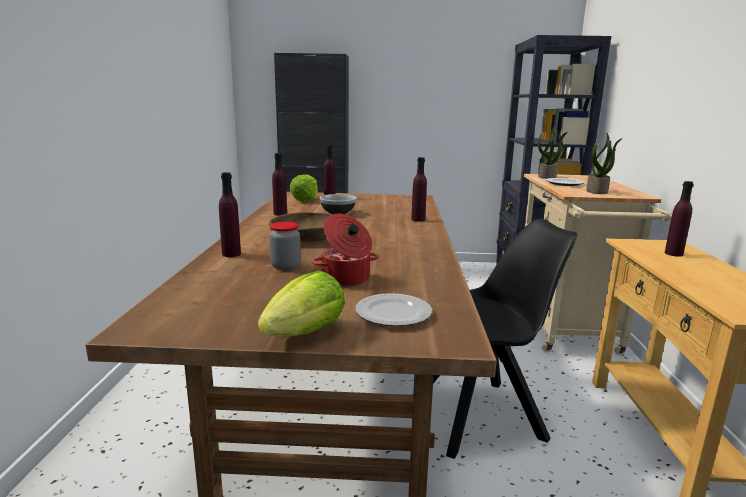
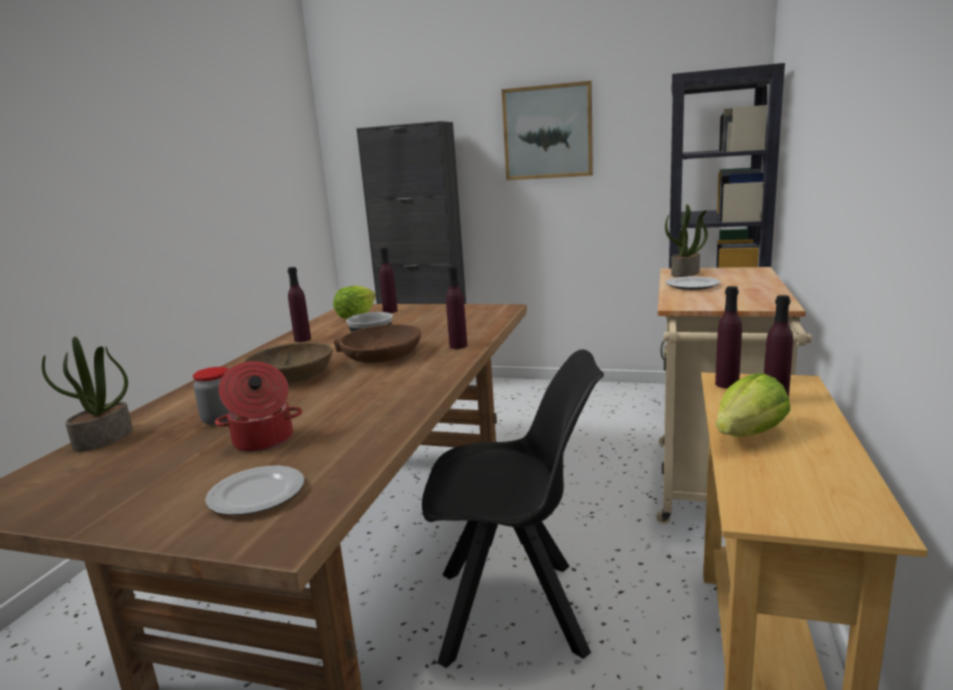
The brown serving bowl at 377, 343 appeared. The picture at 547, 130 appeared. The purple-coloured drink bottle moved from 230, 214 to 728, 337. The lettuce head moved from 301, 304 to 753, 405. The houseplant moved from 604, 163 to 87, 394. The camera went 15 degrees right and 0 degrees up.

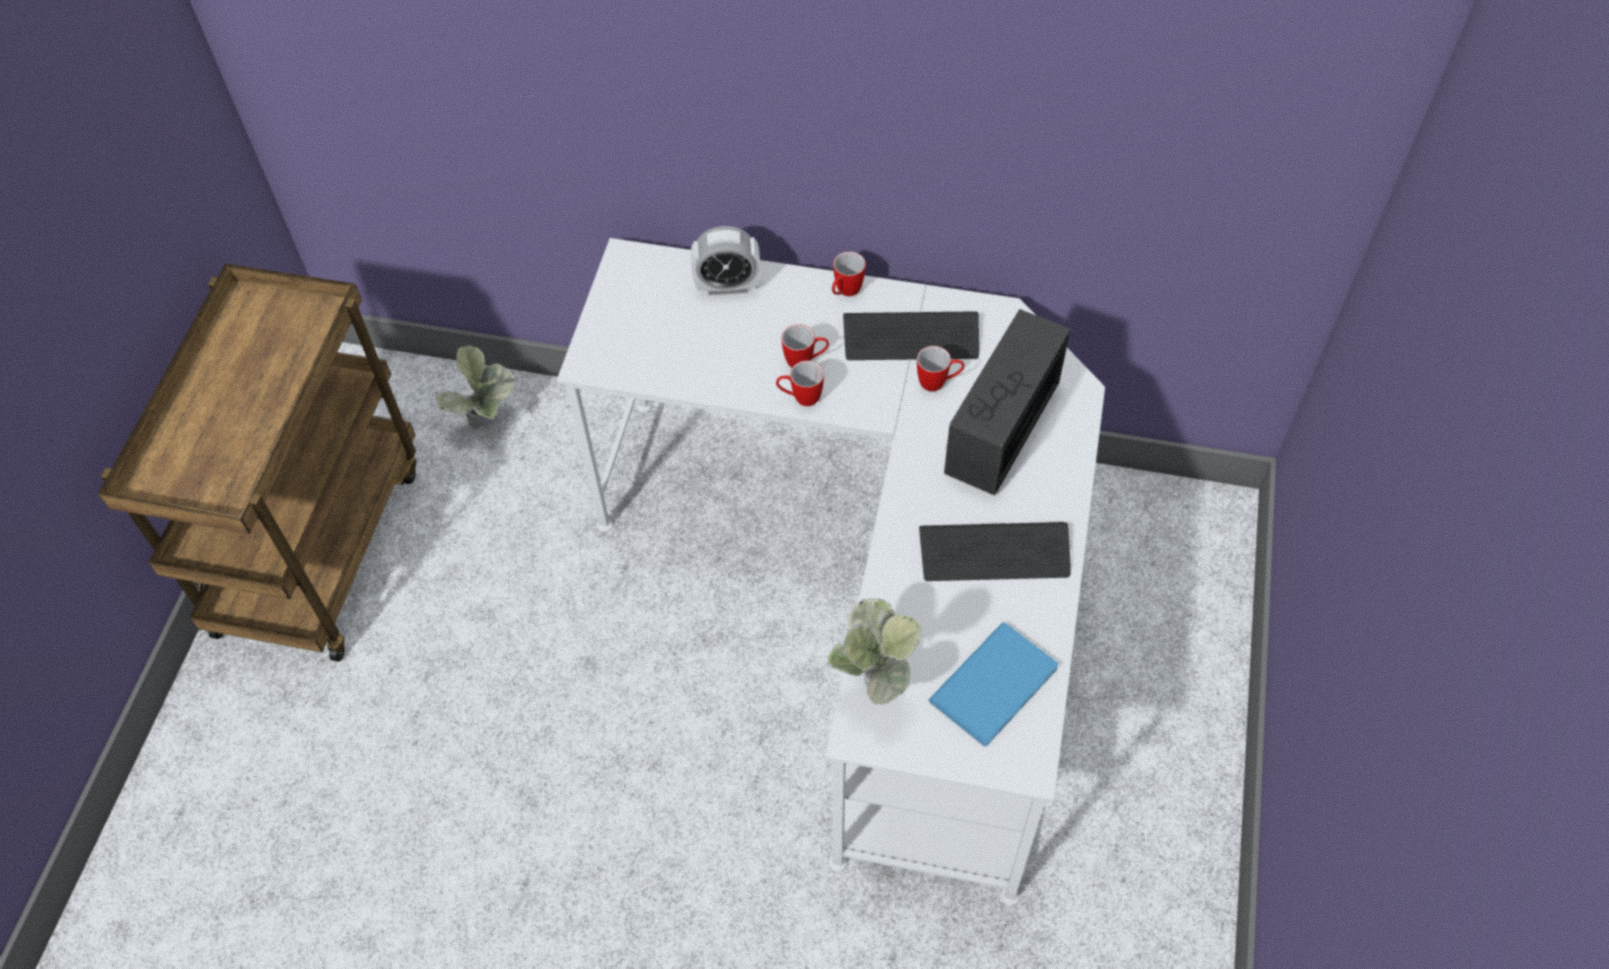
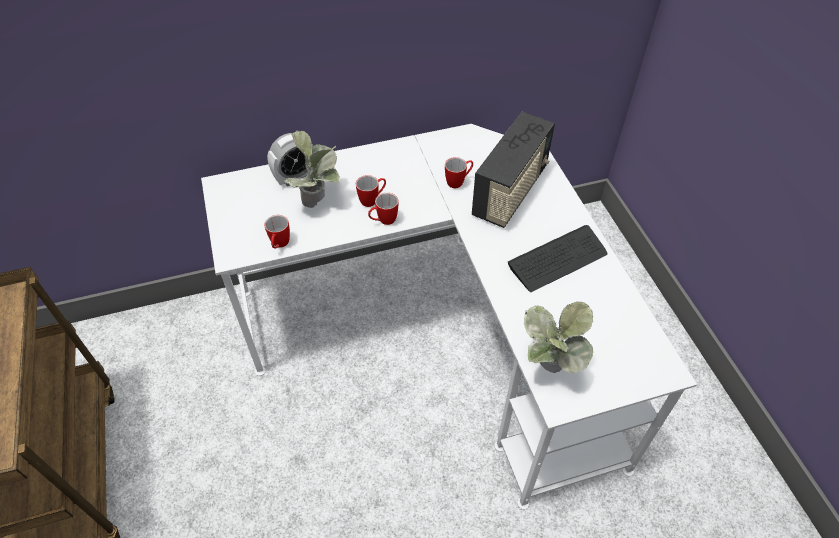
The keyboard at 911, 335 disappeared. The blue bound book at 993, 684 disappeared. The houseplant moved from 475, 387 to 312, 169. The tea mug moved from 849, 274 to 277, 232. The radio at 1007, 402 turned 150 degrees counterclockwise. The camera went 30 degrees left and 5 degrees down.

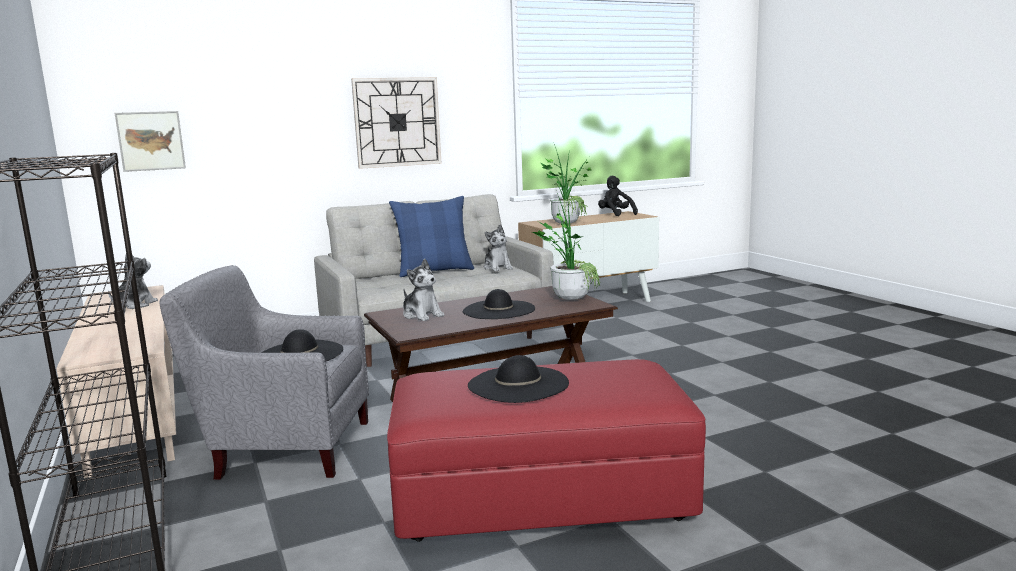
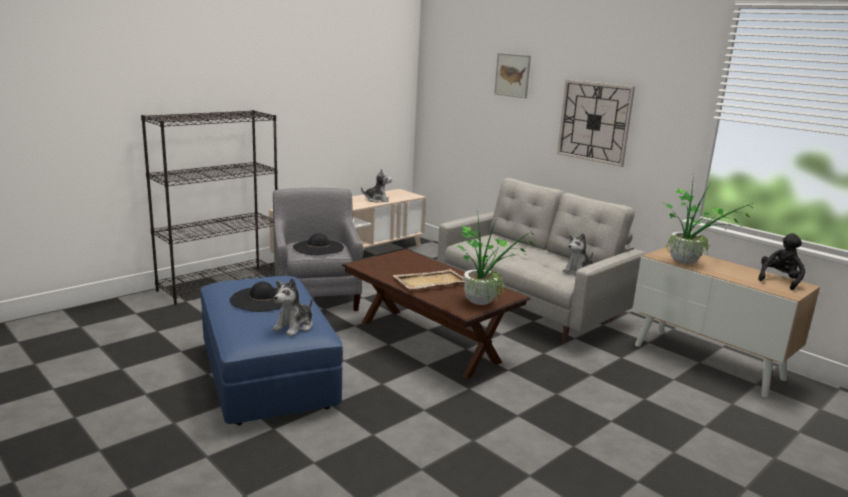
The blue cushion at 431, 236 disappeared. The picture moved from 150, 141 to 512, 75. The cuddly toy moved from 423, 290 to 293, 307. The black-coloured hat at 499, 304 was replaced by the sand-coloured tray at 428, 279. The red footrest at 546, 450 became the blue footrest at 272, 350. The camera went 70 degrees right and 5 degrees up.

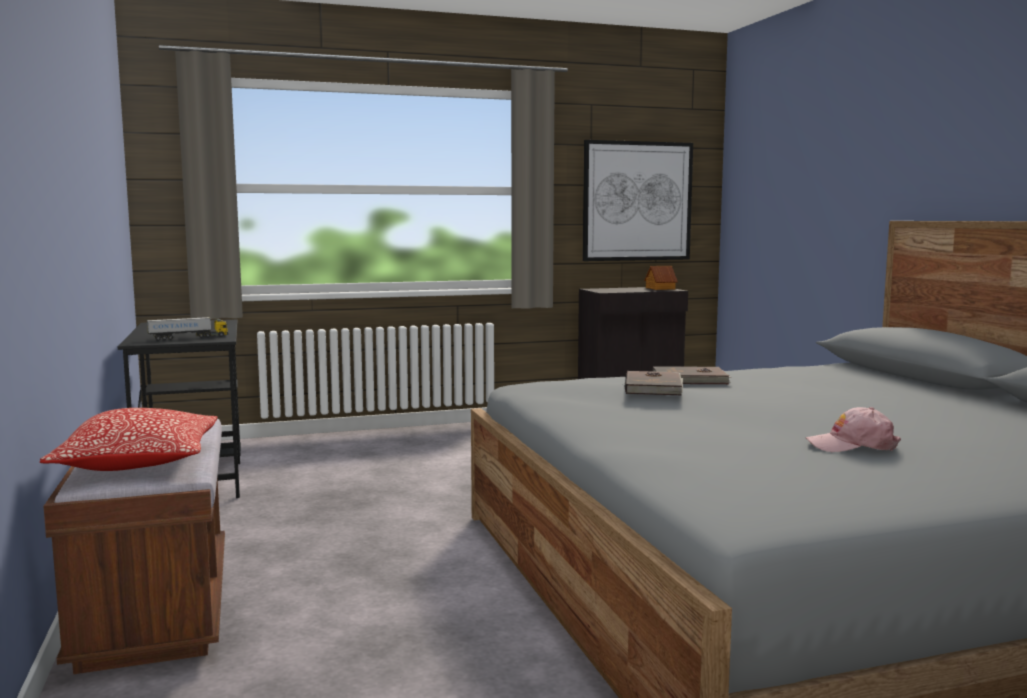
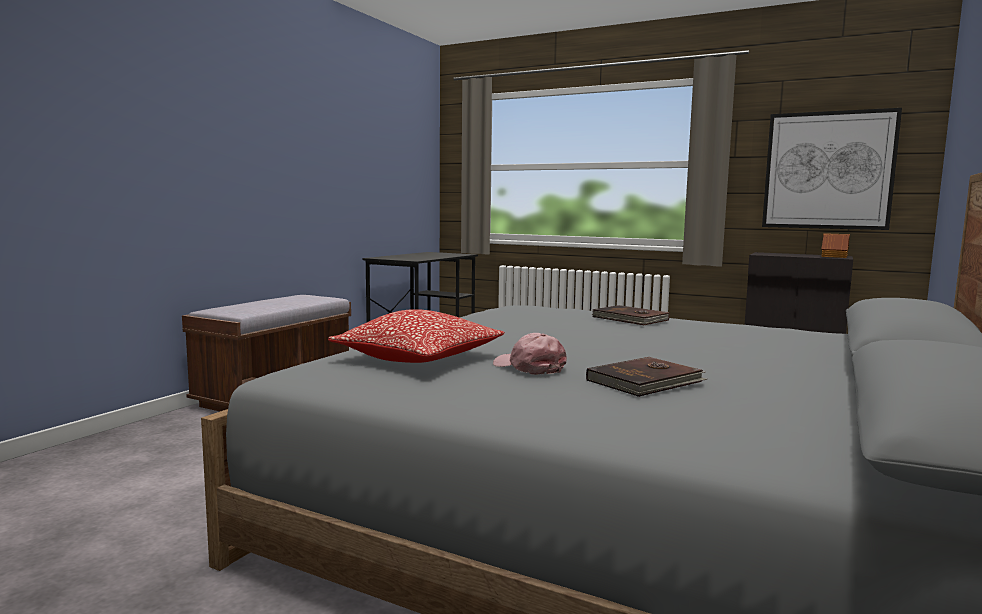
The model truck at 187, 328 disappeared. The cushion moved from 128, 439 to 416, 336. The brown bound book moved from 653, 383 to 646, 377. The camera went 45 degrees right and 0 degrees up.

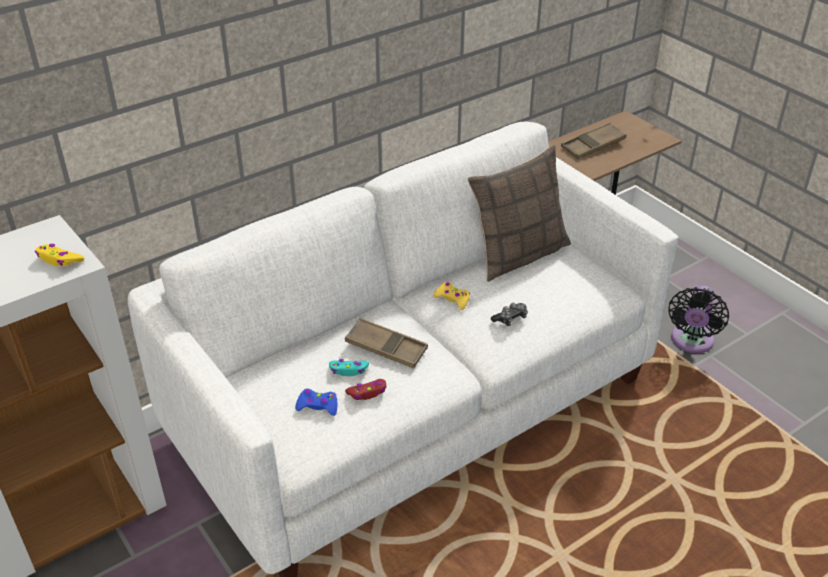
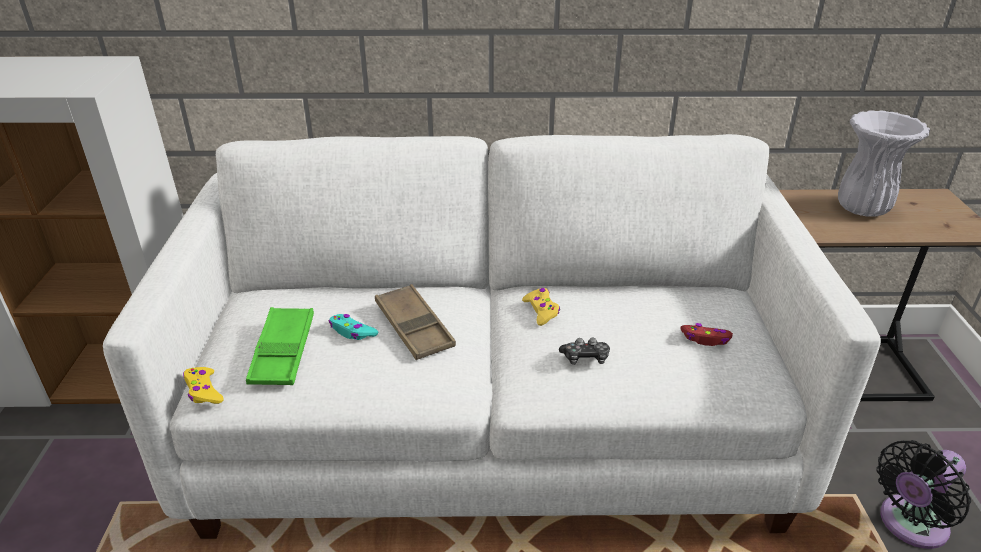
The cushion at 519, 213 disappeared. The yellowish gamepad moved from 59, 255 to 203, 385. The red gamepad moved from 365, 389 to 706, 334. The blue gamepad at 316, 402 was replaced by the green tray at 280, 346. The brown tray at 594, 140 was replaced by the white decorative vase at 884, 163. The camera went 35 degrees right and 5 degrees down.

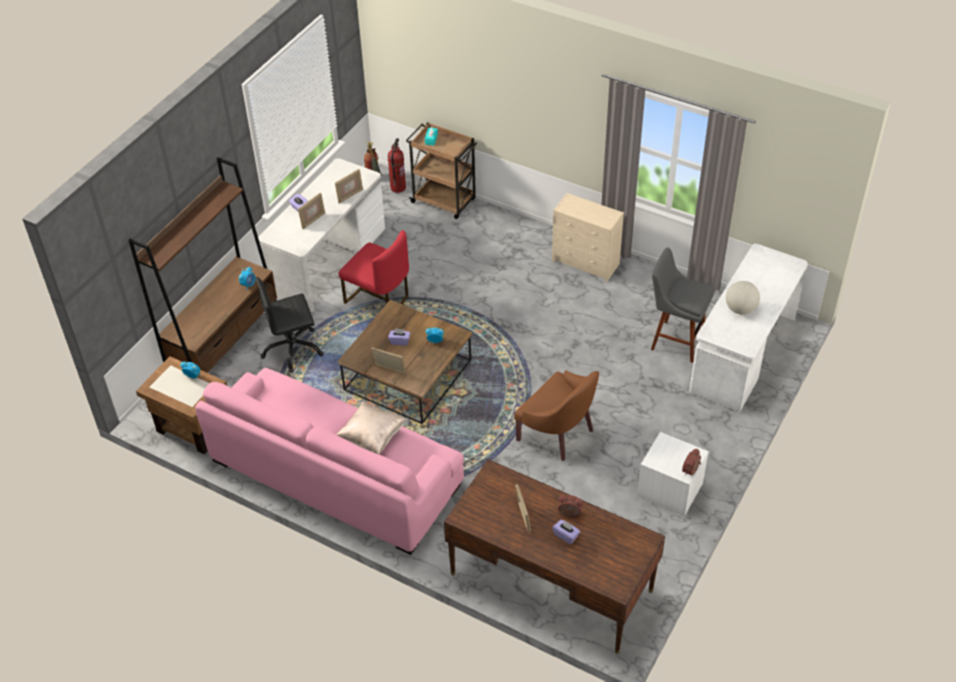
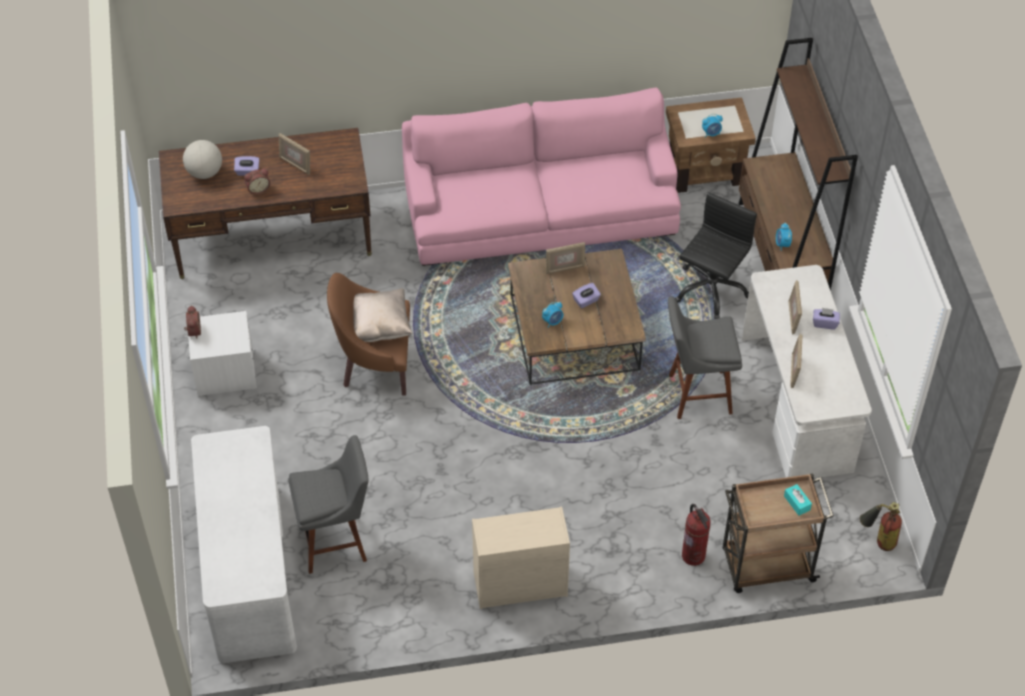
The sand-coloured cushion moved from 371, 427 to 383, 315. The fire-fighting cylinder moved from 397, 165 to 696, 535. The world globe moved from 743, 298 to 202, 159. The red plain chair at 374, 267 was replaced by the grey sitting stool at 705, 358. The camera went 140 degrees right and 5 degrees up.

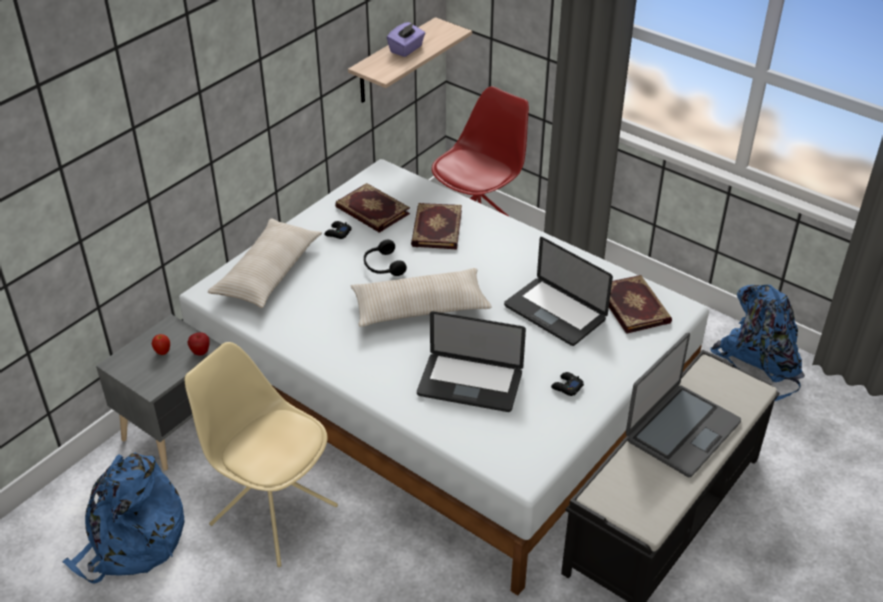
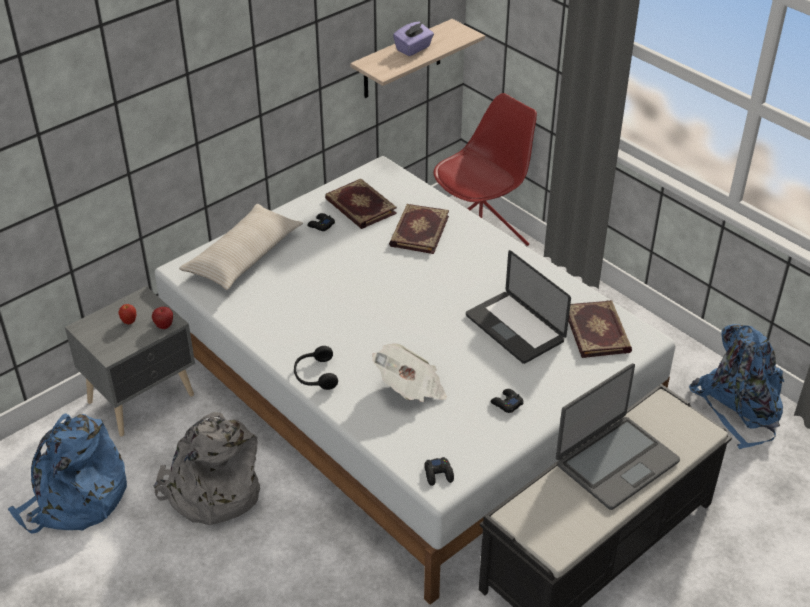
The sand-coloured cushion at 421, 297 disappeared. The black-coloured gamepad at 439, 471 appeared. The black-coloured headset moved from 385, 258 to 316, 368. The sand-coloured plain chair at 261, 454 was replaced by the grey backpack at 207, 468. The portable computer at 471, 361 was replaced by the printed paper at 409, 373. The camera went 10 degrees right and 0 degrees up.

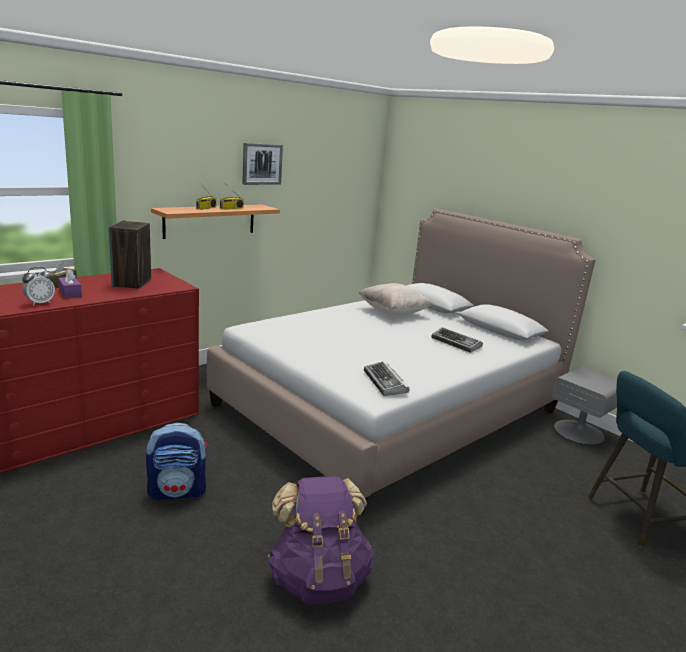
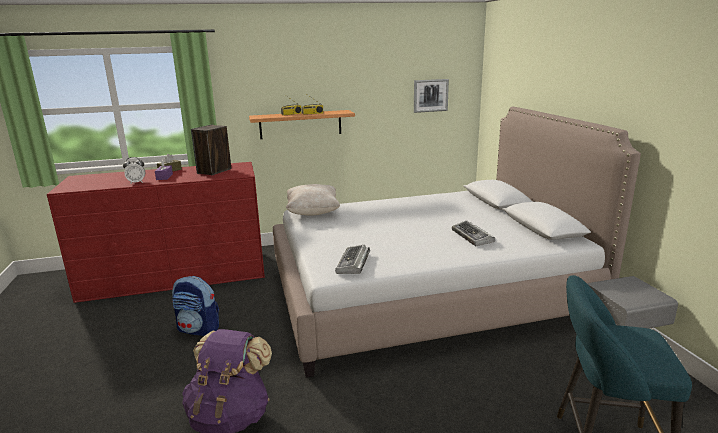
The picture moved from 262, 164 to 431, 96. The sand-coloured cushion moved from 395, 299 to 313, 200. The camera went 30 degrees right and 0 degrees up.

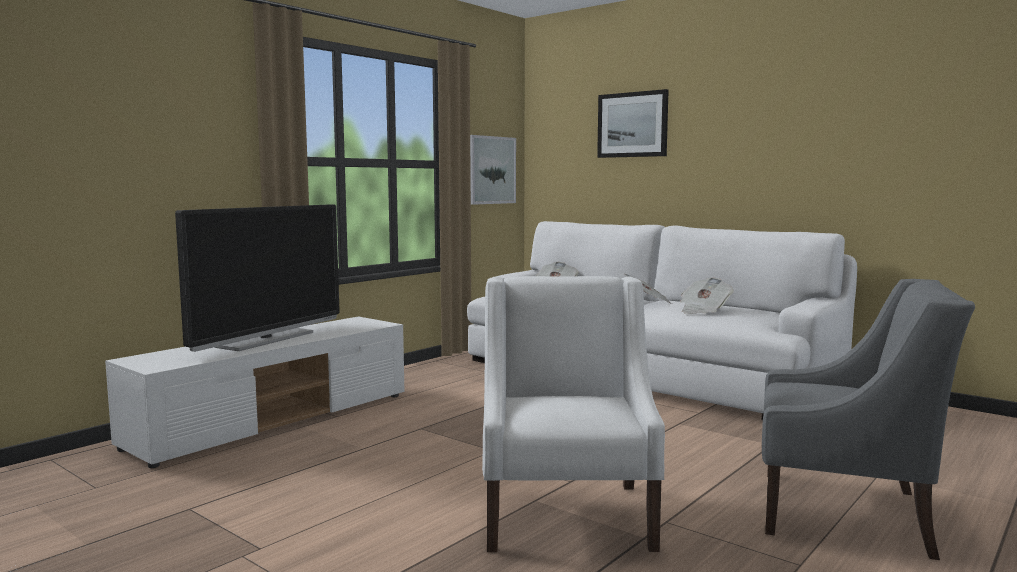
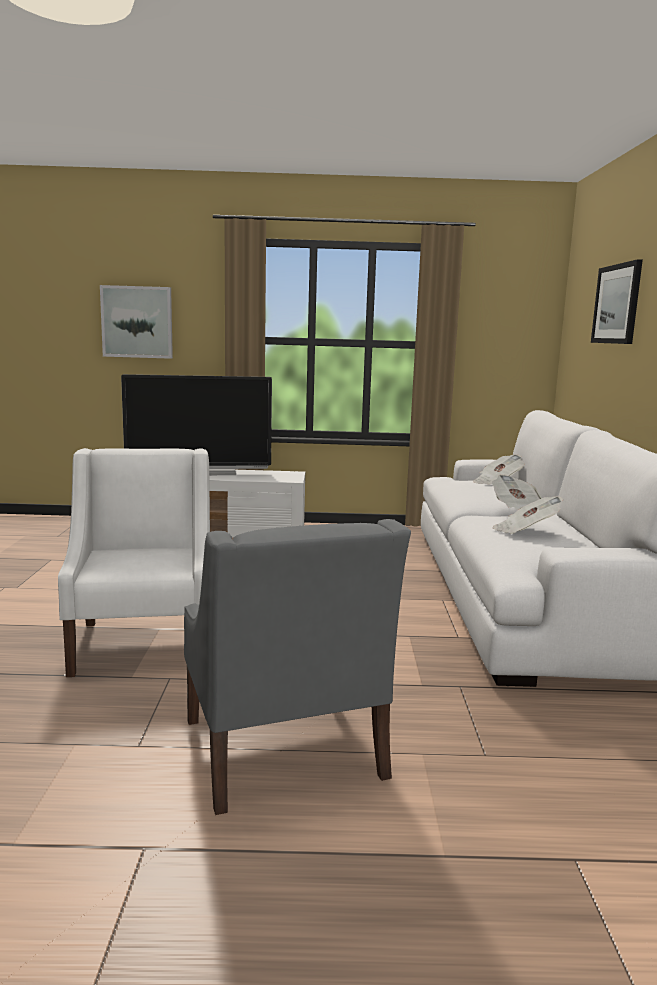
The picture moved from 493, 170 to 136, 322. The white armchair at 573, 414 turned 60 degrees counterclockwise. The camera went 50 degrees right and 5 degrees up.

